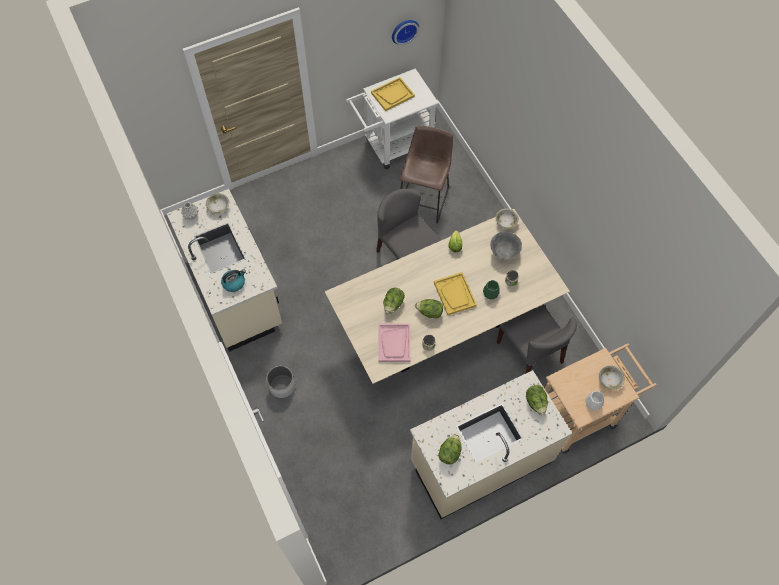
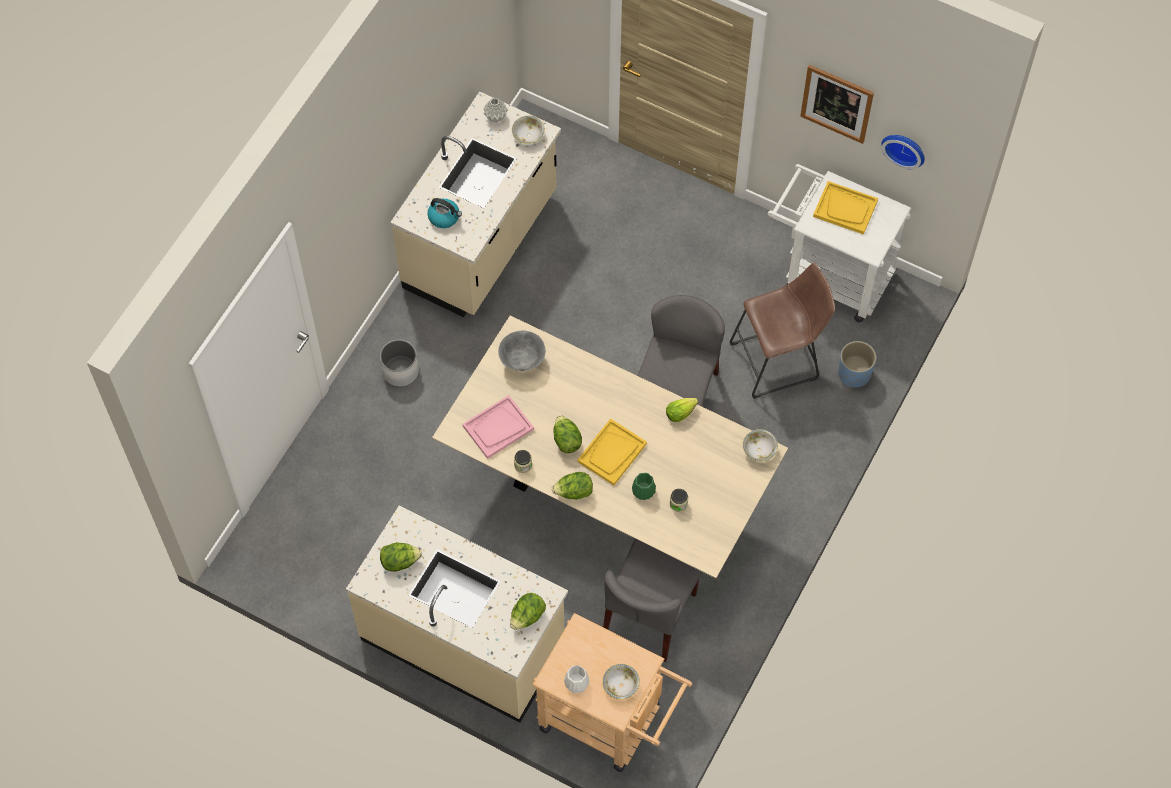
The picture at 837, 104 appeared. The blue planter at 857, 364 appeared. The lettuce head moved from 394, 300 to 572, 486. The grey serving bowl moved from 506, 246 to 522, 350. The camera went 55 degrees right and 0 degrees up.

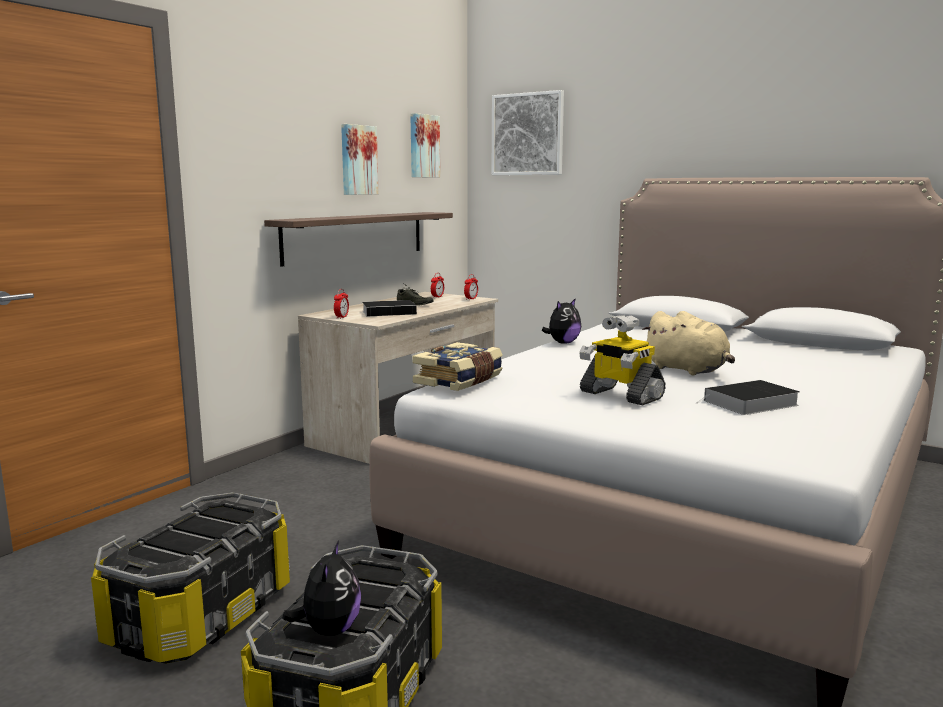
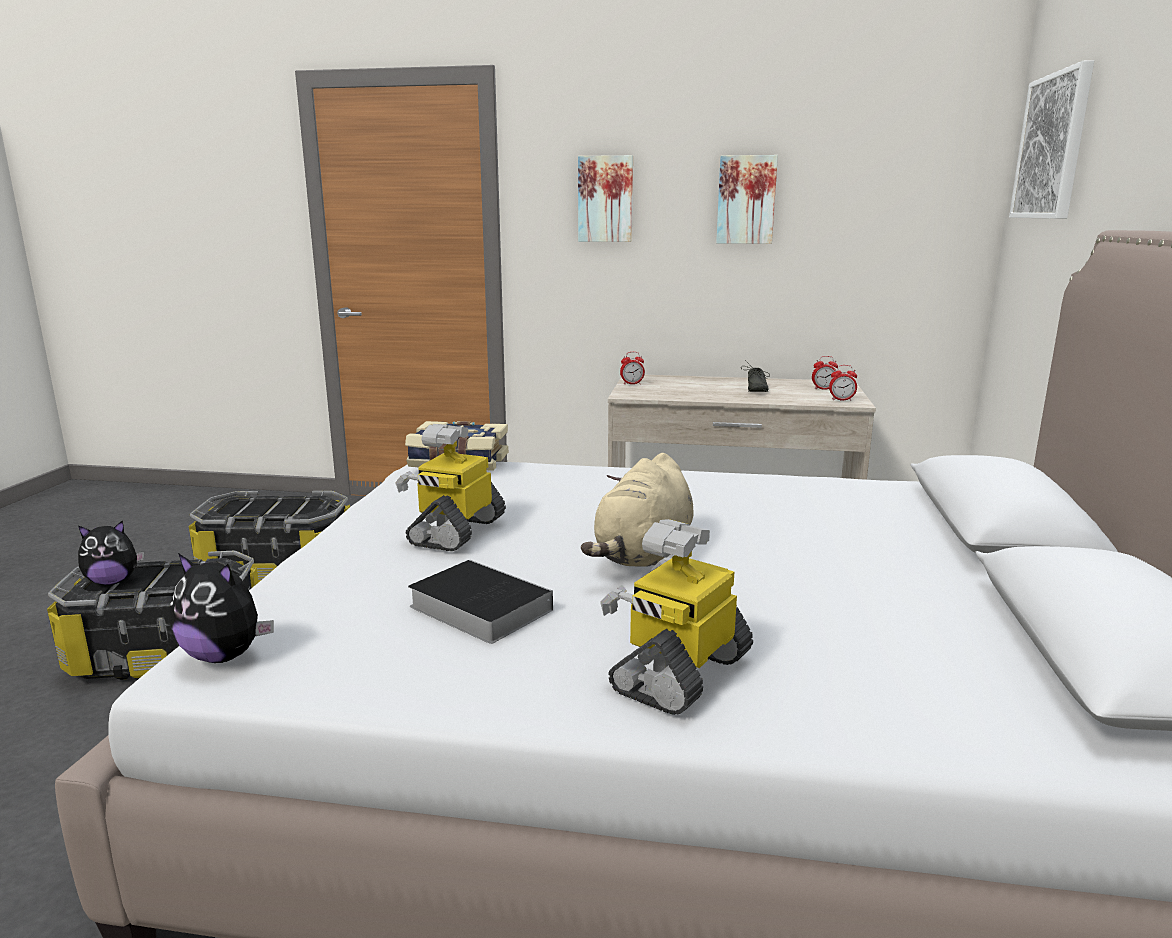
The wall shelf at 358, 239 disappeared. The bound book at 393, 308 disappeared. The robot figure at 676, 617 appeared. The picture moved from 425, 145 to 605, 198. The cuddly toy moved from 561, 321 to 222, 608. The camera went 65 degrees right and 5 degrees up.

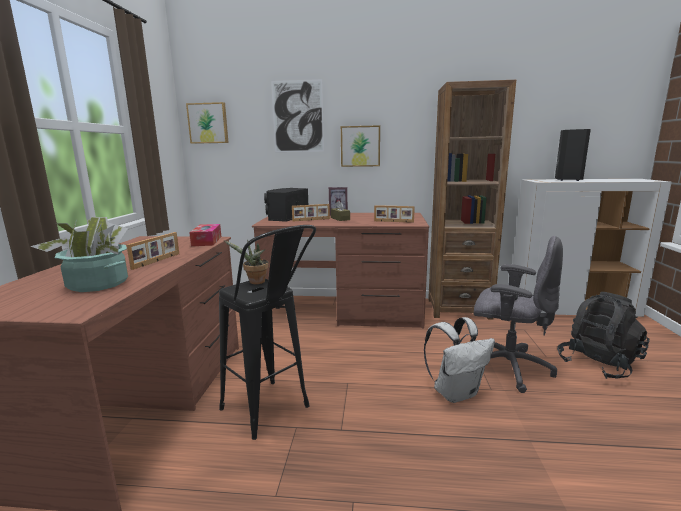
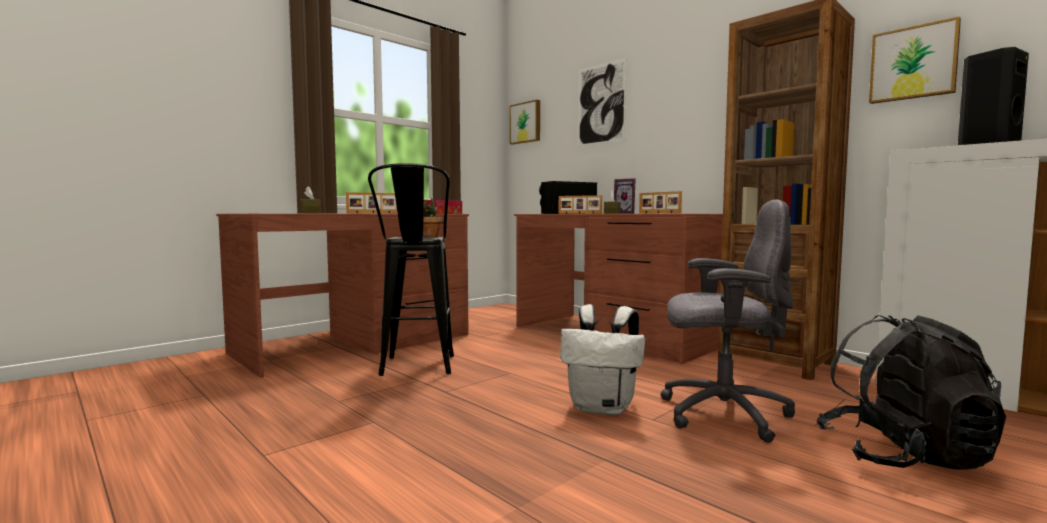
The picture moved from 360, 146 to 915, 60. The houseplant at 79, 254 was replaced by the brown box of tissues at 310, 199. The grey desk chair at 518, 314 turned 60 degrees counterclockwise. The camera went 40 degrees right and 10 degrees down.

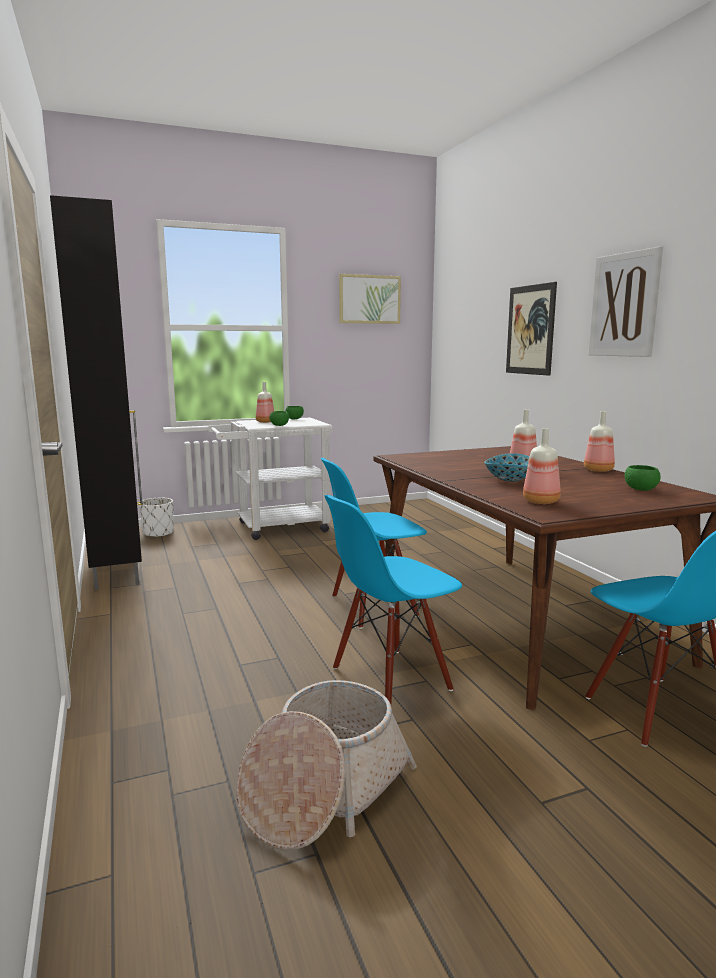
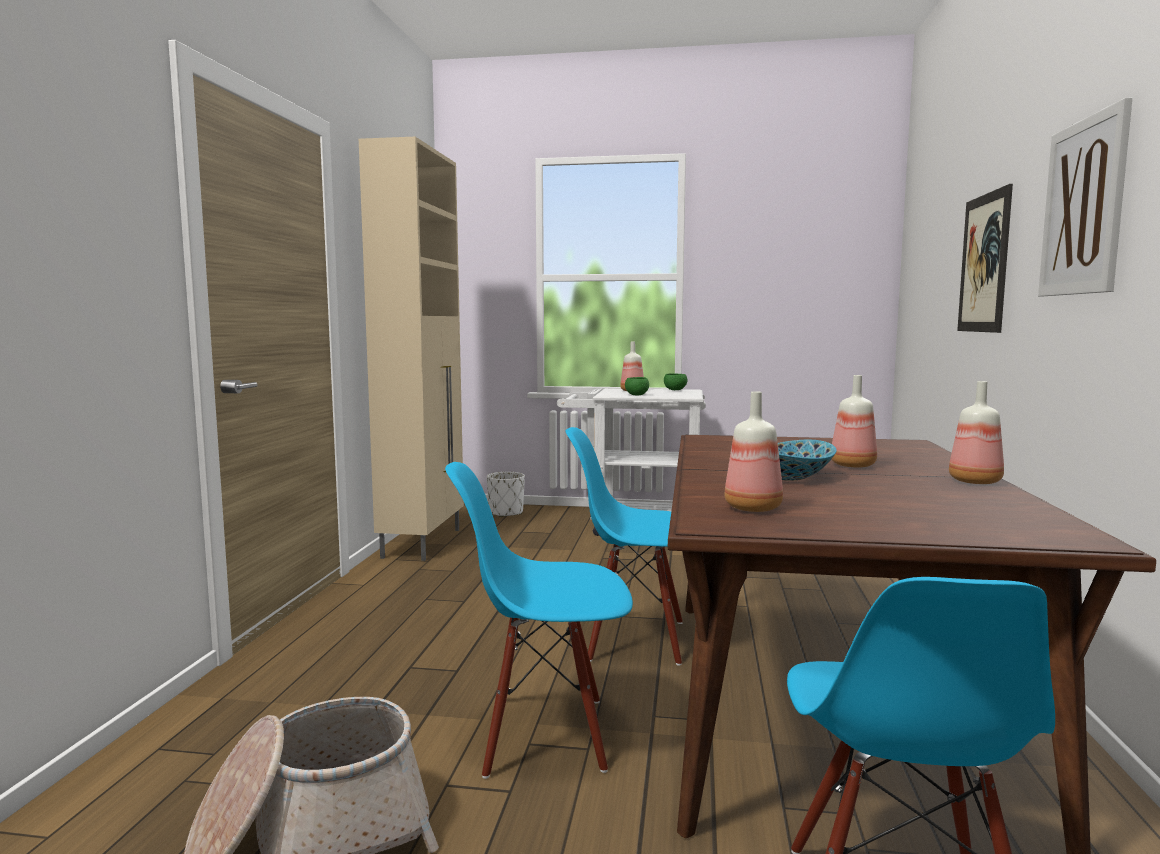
The picture at 370, 299 disappeared. The green serving bowl at 643, 478 disappeared. The black-coloured cupboard at 96, 392 became the sand-coloured cupboard at 411, 349. The camera went 30 degrees right and 5 degrees down.

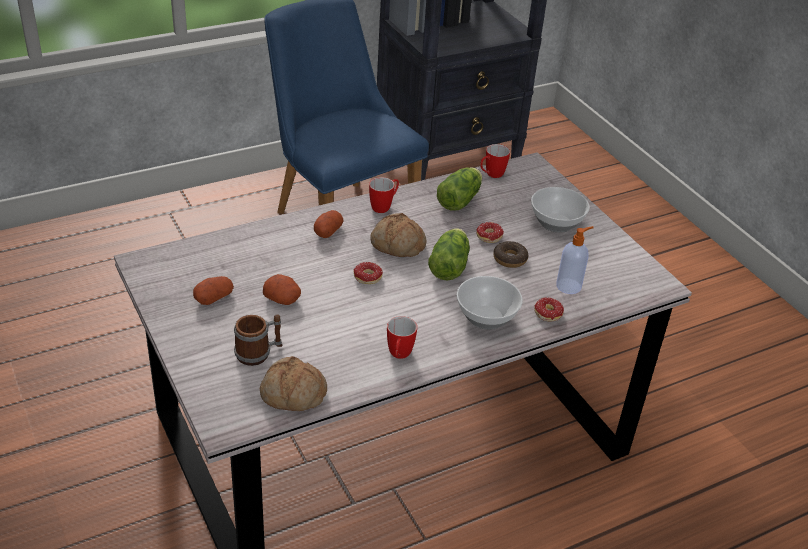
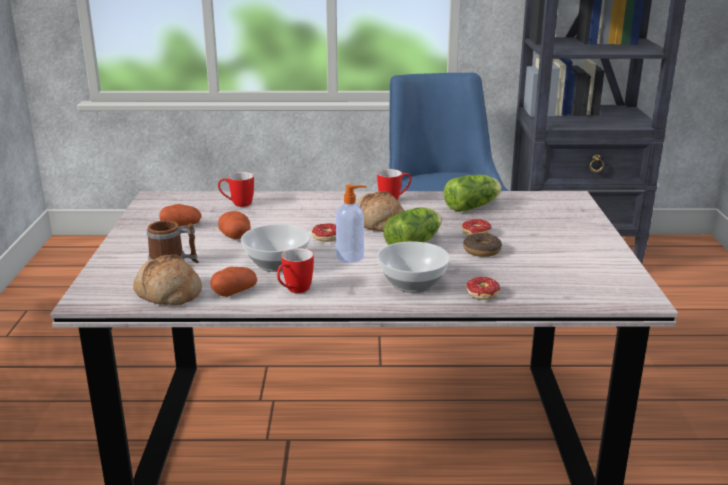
The spud moved from 329, 224 to 233, 282. The tea mug moved from 495, 161 to 236, 189. The serving bowl moved from 560, 210 to 276, 248. The soap dispenser moved from 575, 260 to 351, 223. The camera went 30 degrees right and 15 degrees down.

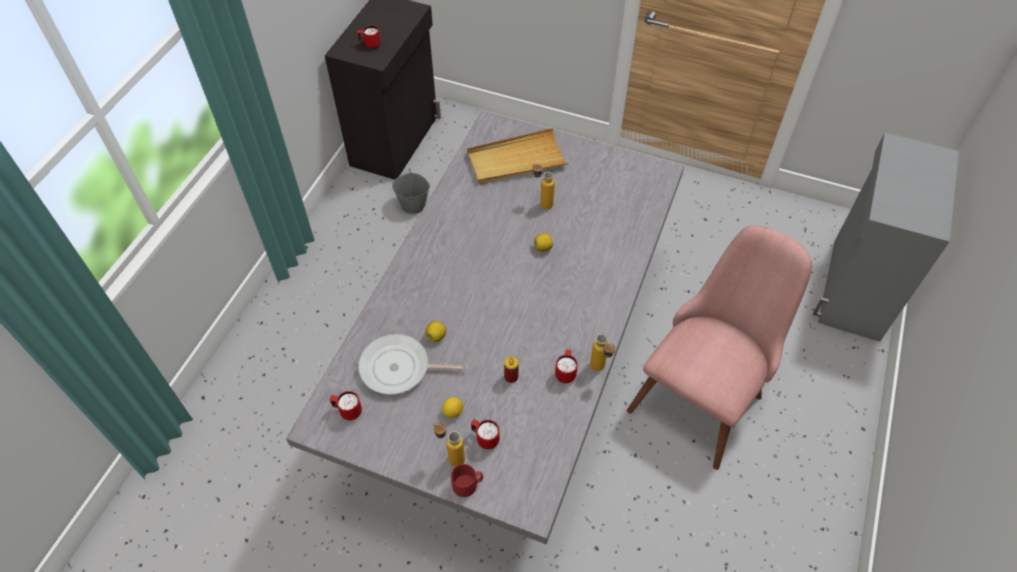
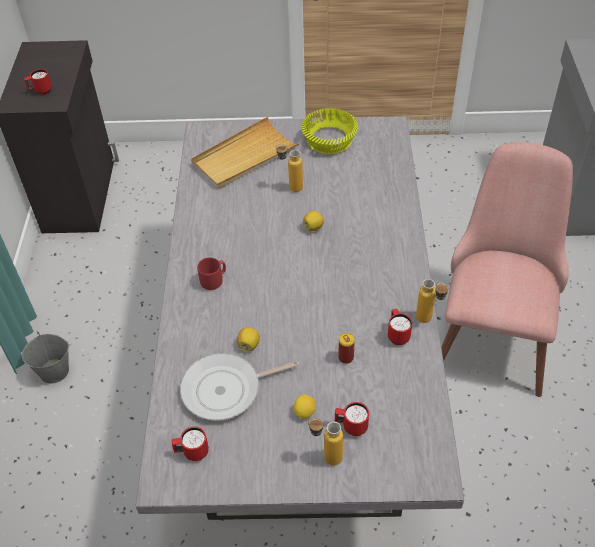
The yellowish serving bowl at 329, 131 appeared. The grey pail moved from 411, 191 to 45, 357. The red tea mug moved from 467, 480 to 211, 273. The camera went 20 degrees left and 5 degrees down.

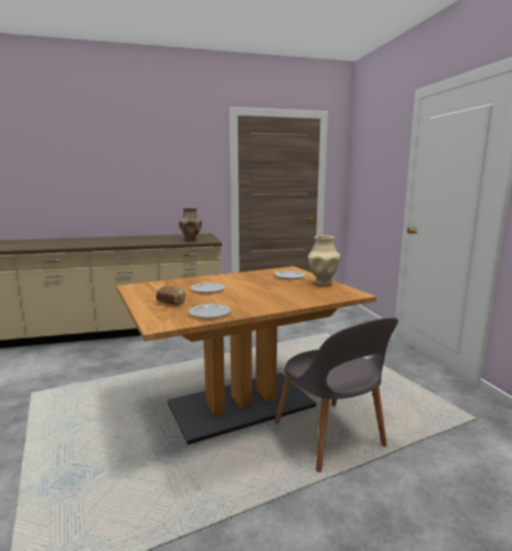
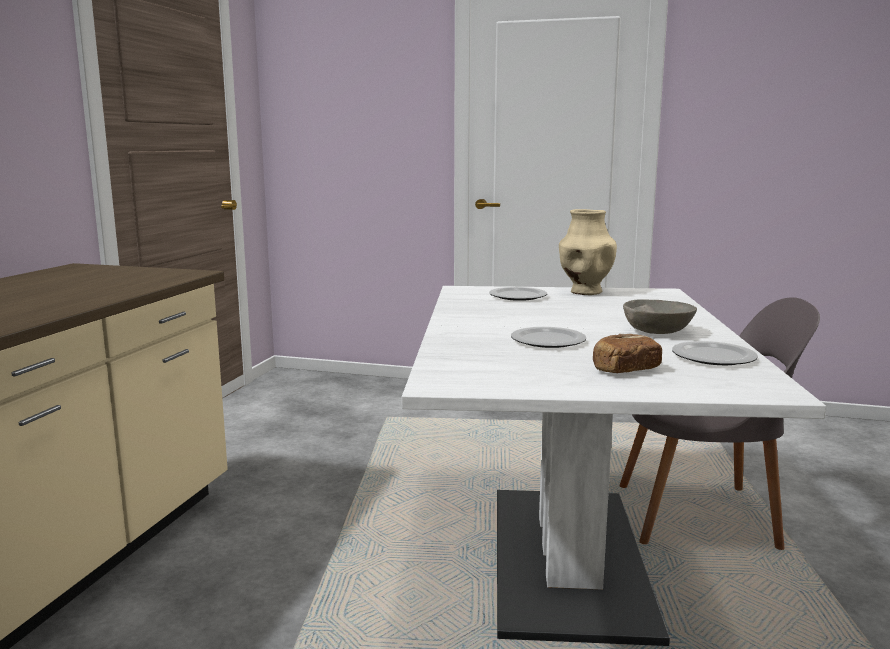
The brown decorative vase at 190, 224 disappeared. The grey serving bowl at 660, 316 appeared. The brown dining table at 247, 355 became the white dining table at 614, 466. The camera went 60 degrees left and 0 degrees up.

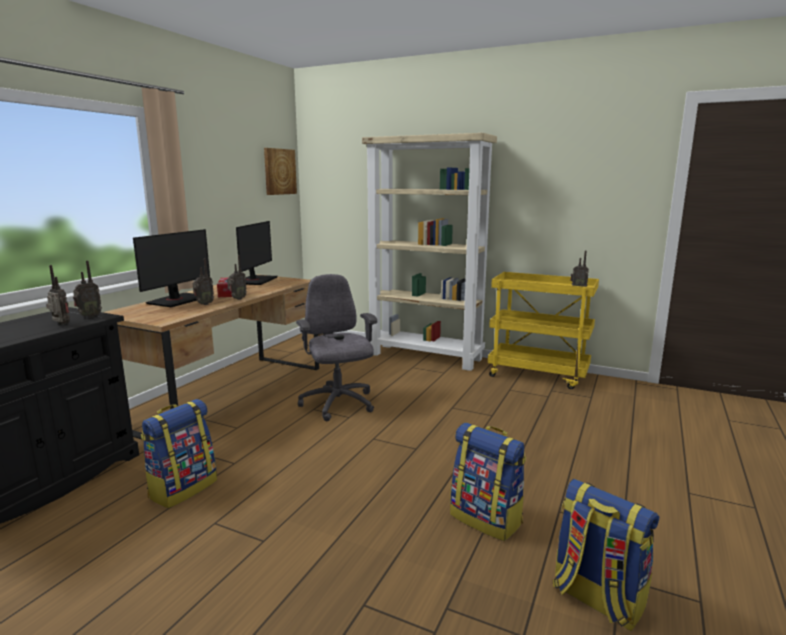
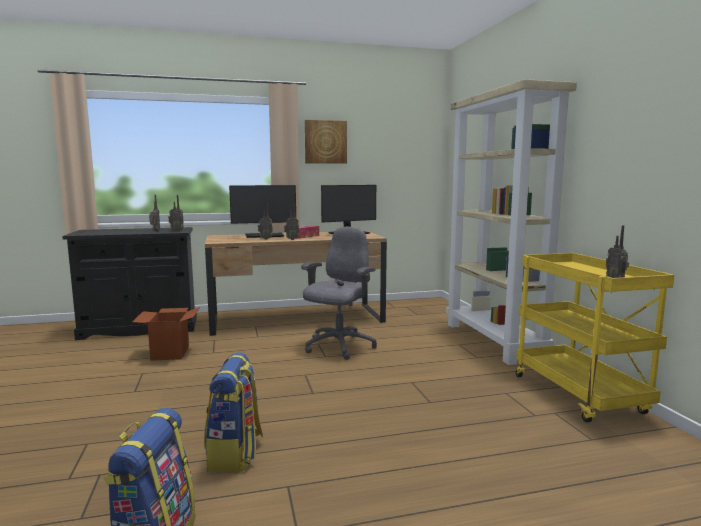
The picture moved from 280, 171 to 326, 142. The backpack at 179, 453 was replaced by the carton at 166, 334. The camera went 50 degrees right and 5 degrees down.

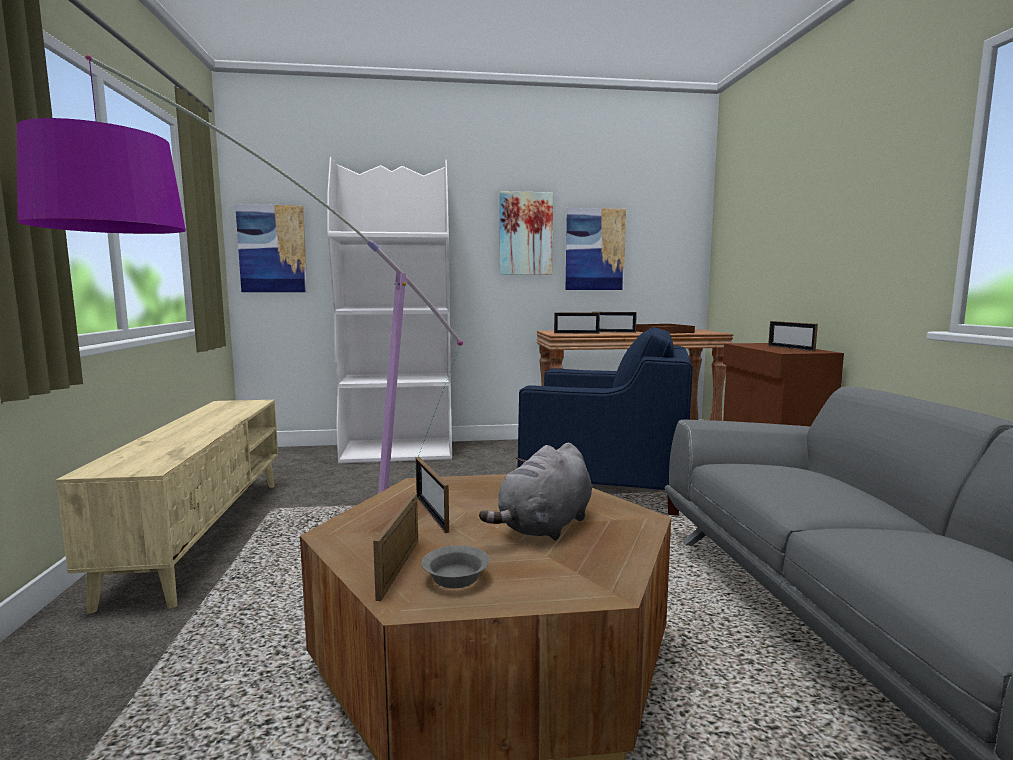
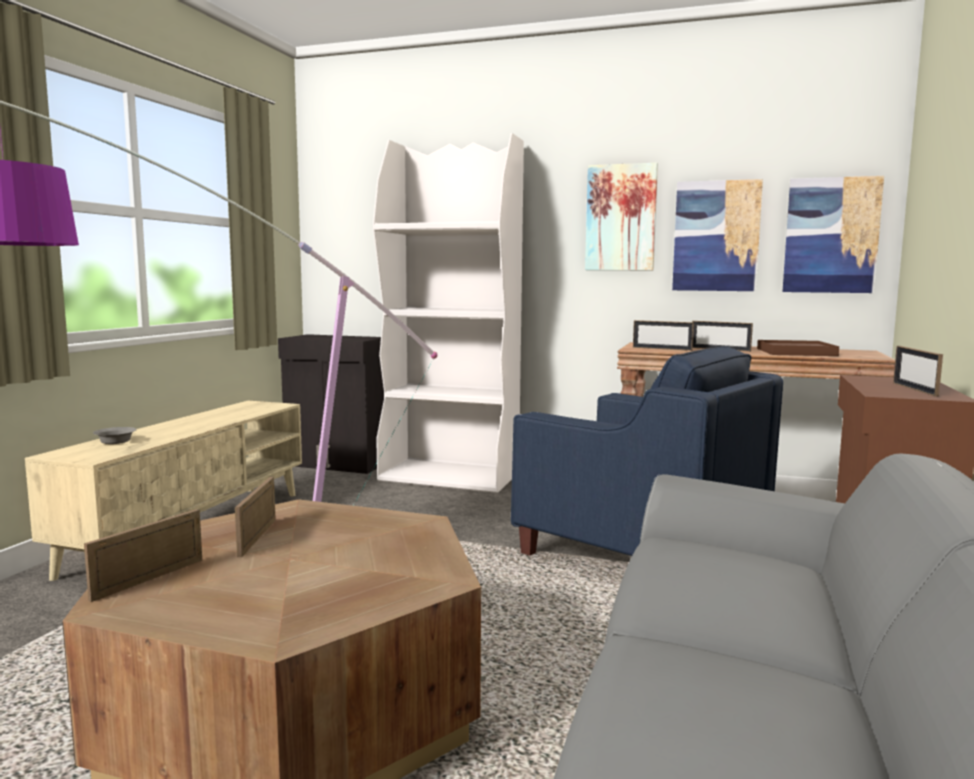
The grey cuddly toy at 535, 491 disappeared. The black-coloured cupboard at 331, 404 appeared. The picture moved from 271, 248 to 833, 234. The grey serving bowl moved from 456, 567 to 115, 435. The camera went 25 degrees right and 0 degrees up.

